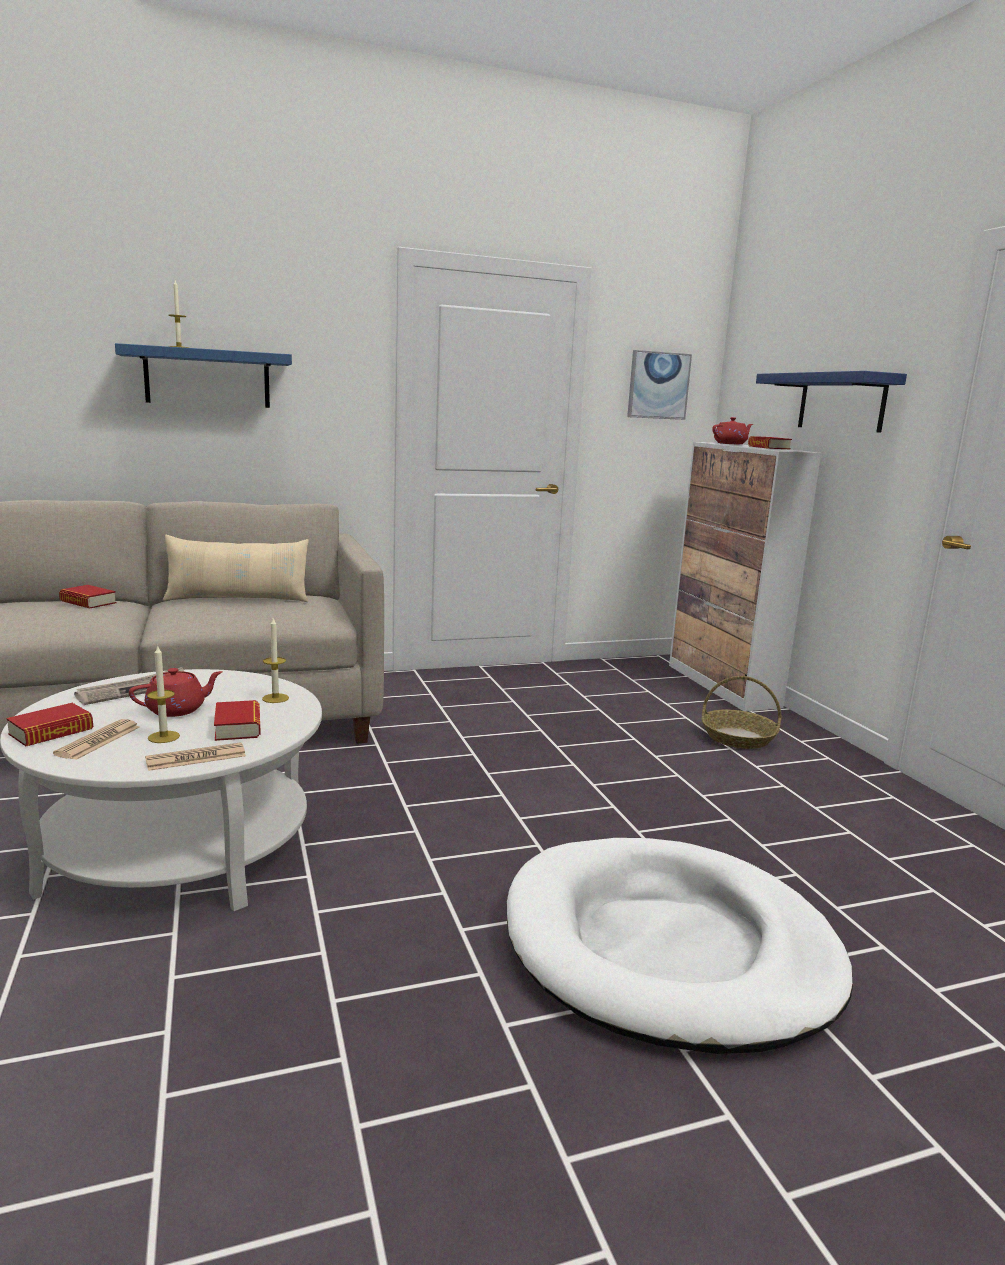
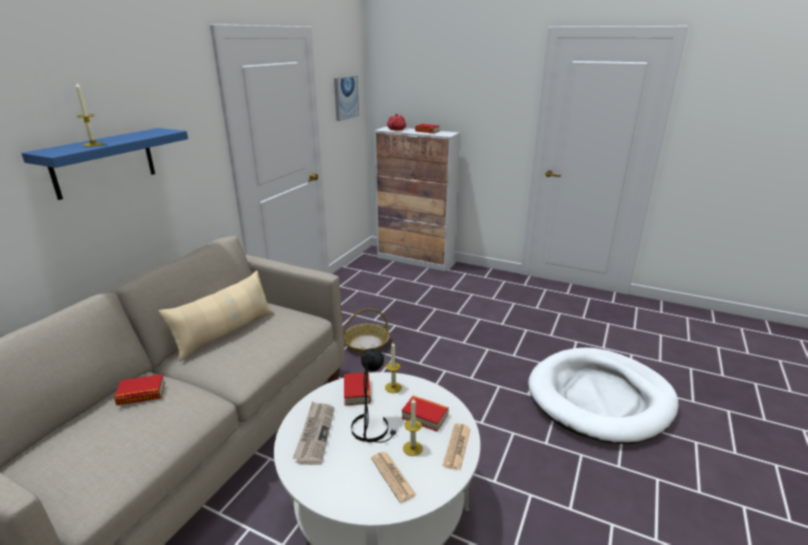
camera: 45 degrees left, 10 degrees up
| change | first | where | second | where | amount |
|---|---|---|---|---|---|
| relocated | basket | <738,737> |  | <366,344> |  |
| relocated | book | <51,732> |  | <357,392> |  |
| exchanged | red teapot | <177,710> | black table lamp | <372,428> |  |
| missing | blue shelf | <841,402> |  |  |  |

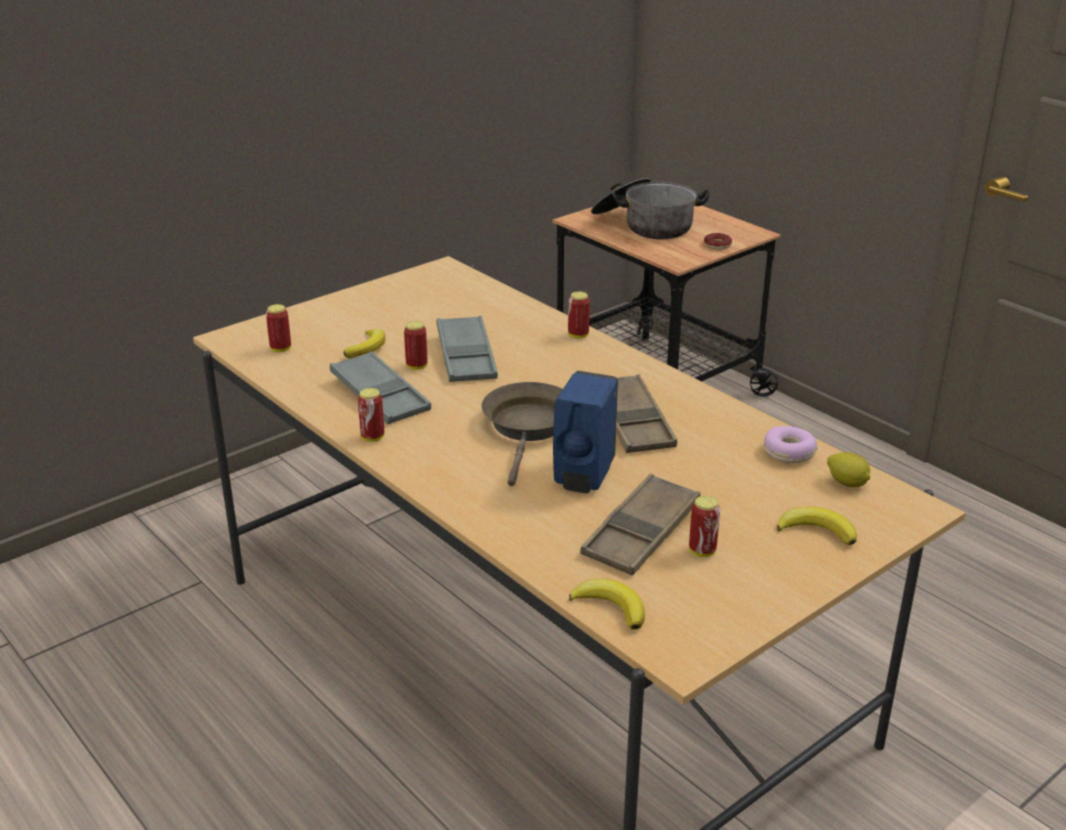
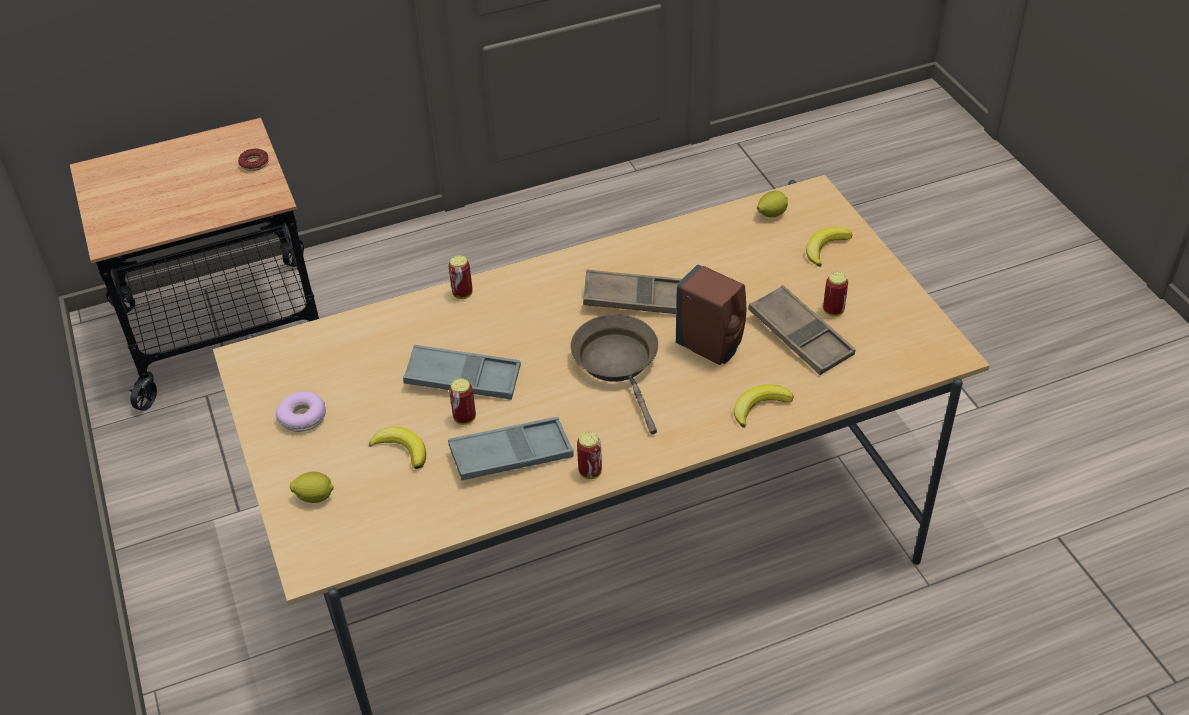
camera: 70 degrees left, 15 degrees up
| change | first | where | second | where | amount |
|---|---|---|---|---|---|
| relocated | donut | <789,453> |  | <303,417> |  |
| appeared |  |  | lemon | <315,497> |  |
| spun | brown frying pan | <528,428> |  | <618,364> | 45 degrees clockwise |
| colour | blue soap dispenser | <583,477> | brown soap dispenser | <711,349> |  |
| relocated | banana | <611,607> |  | <759,406> |  |
| missing | can | <280,349> |  |  |  |
| missing | cooking pot | <645,225> |  |  |  |

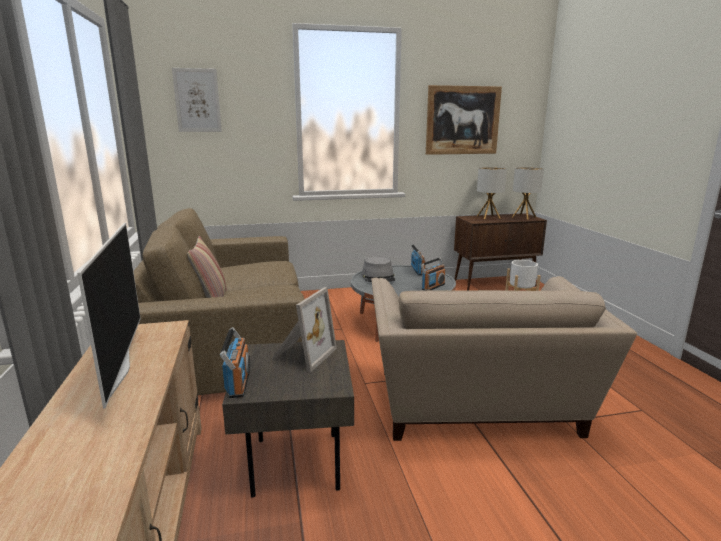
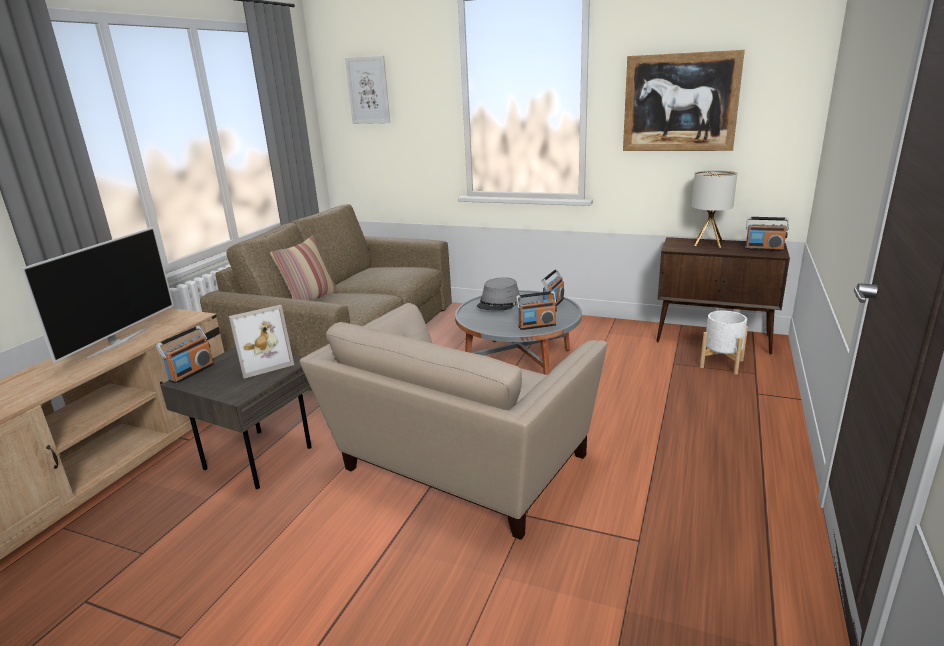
camera: 35 degrees right, 5 degrees up
| change | first | where | second | where | amount |
|---|---|---|---|---|---|
| exchanged | table lamp | <524,217> | radio | <764,249> |  |

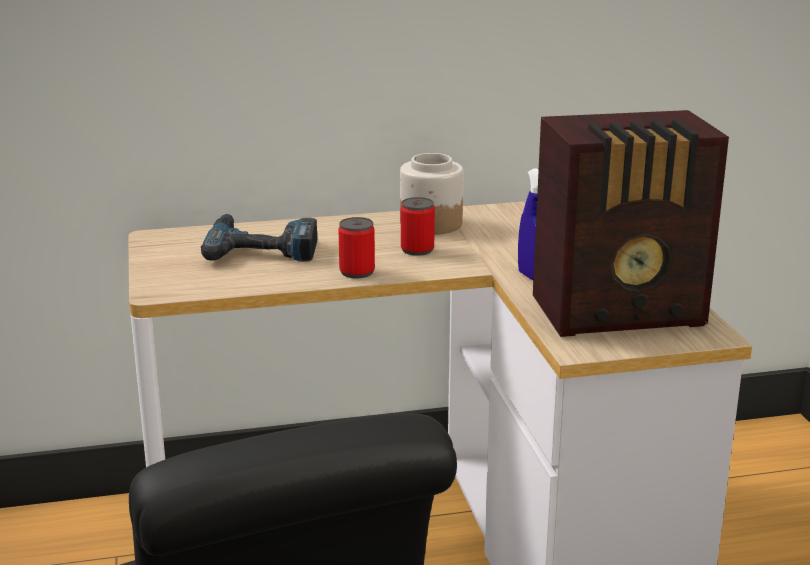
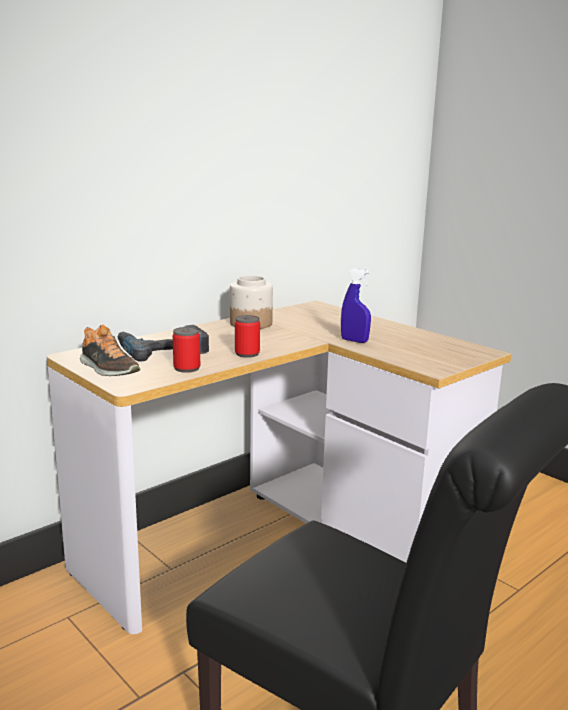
camera: 30 degrees left, 5 degrees down
| change | first | where | second | where | amount |
|---|---|---|---|---|---|
| appeared |  |  | shoe | <108,369> |  |
| relocated | can | <417,250> |  | <187,368> |  |
| missing | radio | <622,313> |  |  |  |

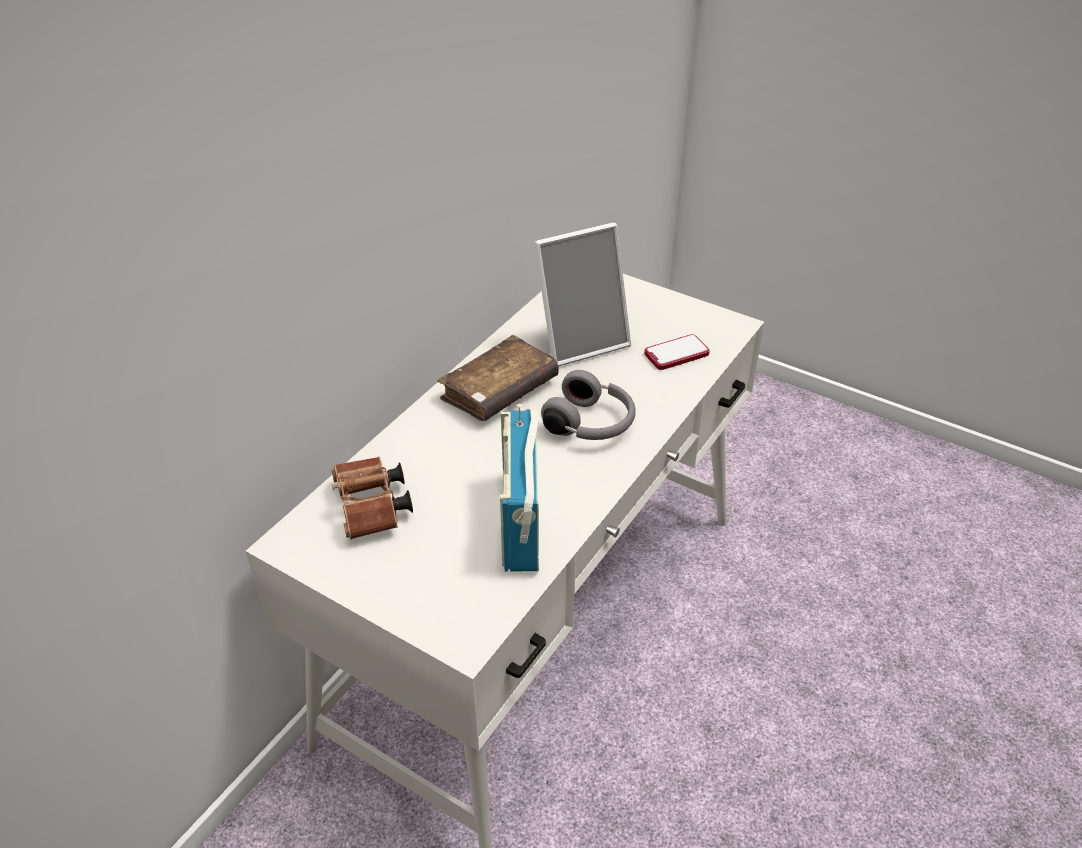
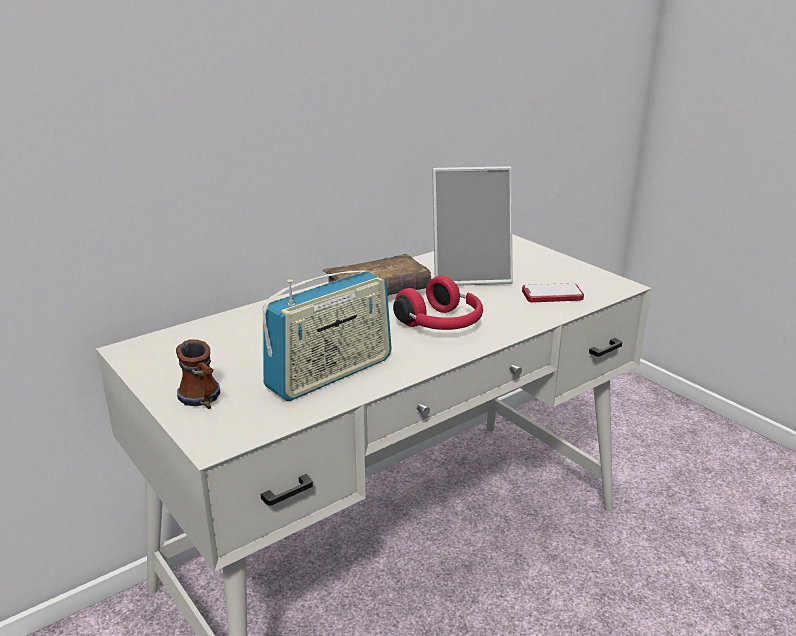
camera: 20 degrees right, 15 degrees down
| change | first | where | second | where | amount |
|---|---|---|---|---|---|
| appeared |  |  | mug | <203,401> |  |
| spun | radio | <521,522> |  | <330,374> | 150 degrees counterclockwise |
| colour | grey headphones | <591,424> | red headphones | <441,324> |  |
| missing | brown binoculars | <372,510> |  |  |  |

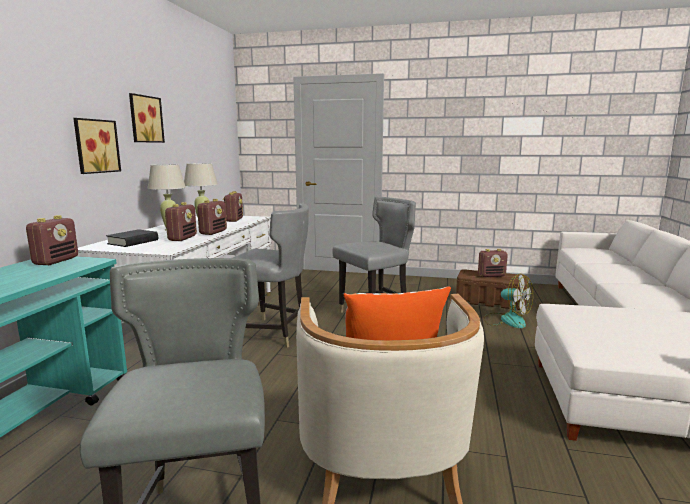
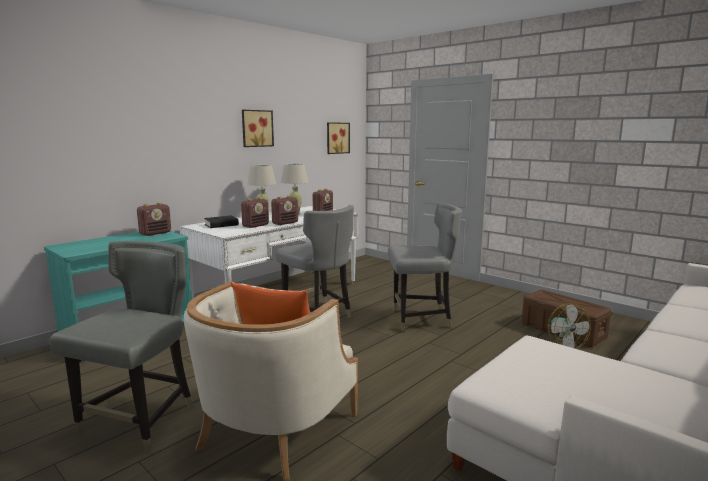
camera: 30 degrees right, 0 degrees up
| change | first | where | second | where | amount |
|---|---|---|---|---|---|
| relocated | picture | <95,146> |  | <337,138> |  |
| missing | radio | <491,275> |  |  |  |

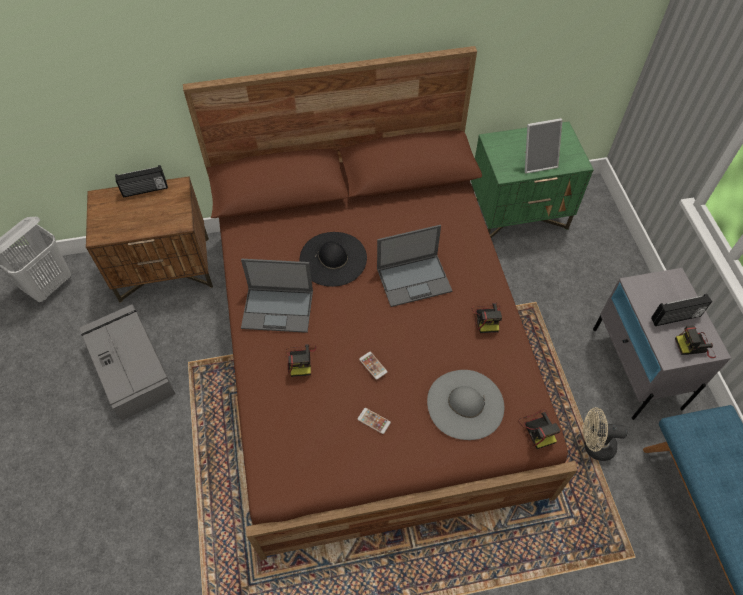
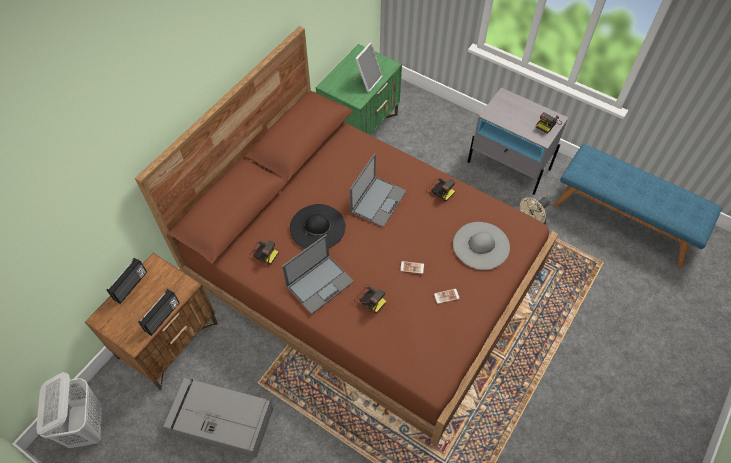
camera: 45 degrees left, 0 degrees up
| change | first | where | second | where | amount |
|---|---|---|---|---|---|
| relocated | radio | <676,318> |  | <163,317> |  |
| relocated | photo camera | <538,429> |  | <263,253> |  |

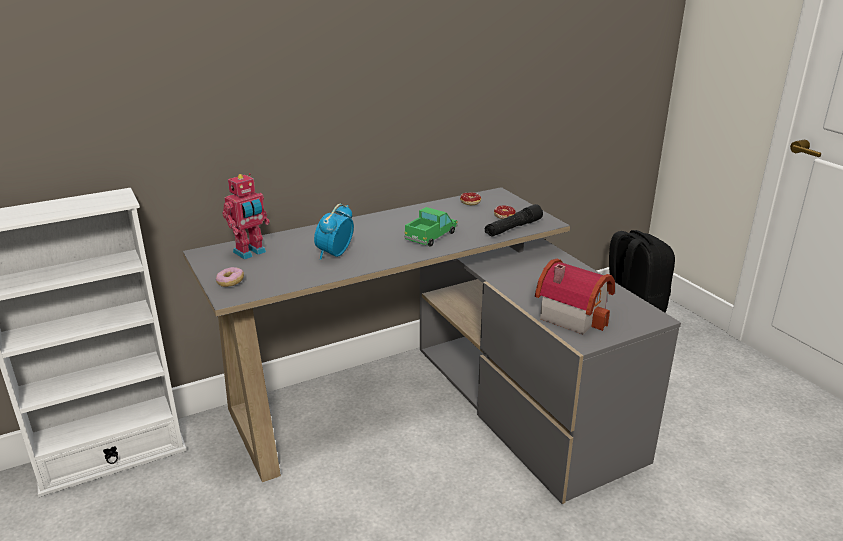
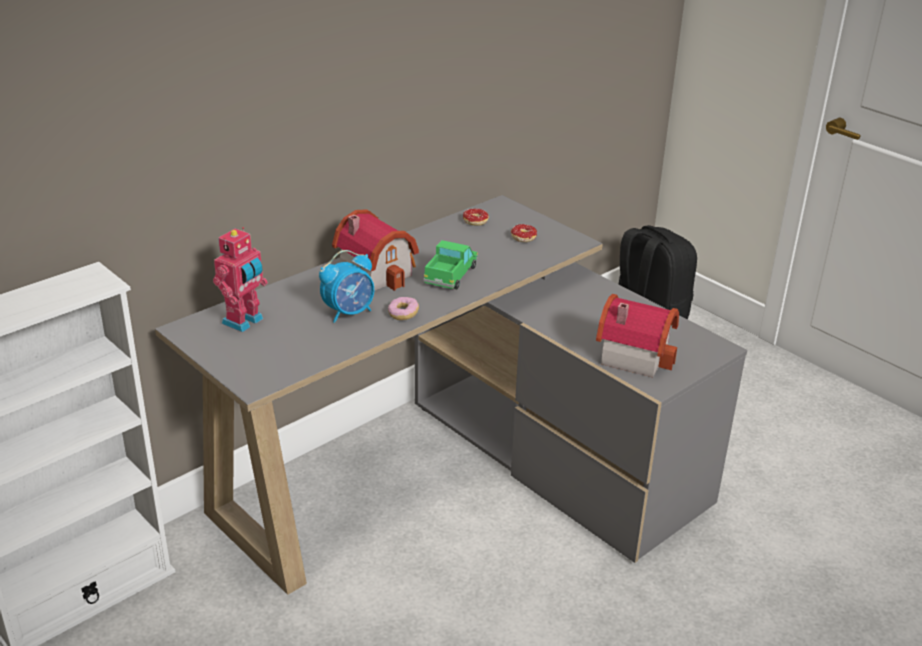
camera: 15 degrees left, 5 degrees up
| change | first | where | second | where | amount |
|---|---|---|---|---|---|
| spun | alarm clock | <334,254> |  | <349,312> | 135 degrees counterclockwise |
| appeared |  |  | toy house | <378,271> |  |
| relocated | donut | <230,282> |  | <403,314> |  |
| missing | black flashlight | <513,228> |  |  |  |

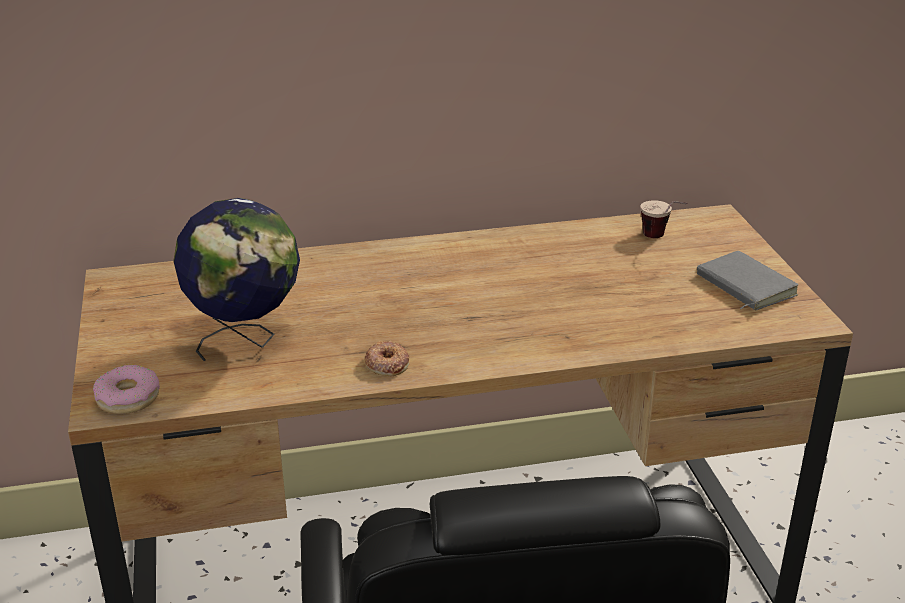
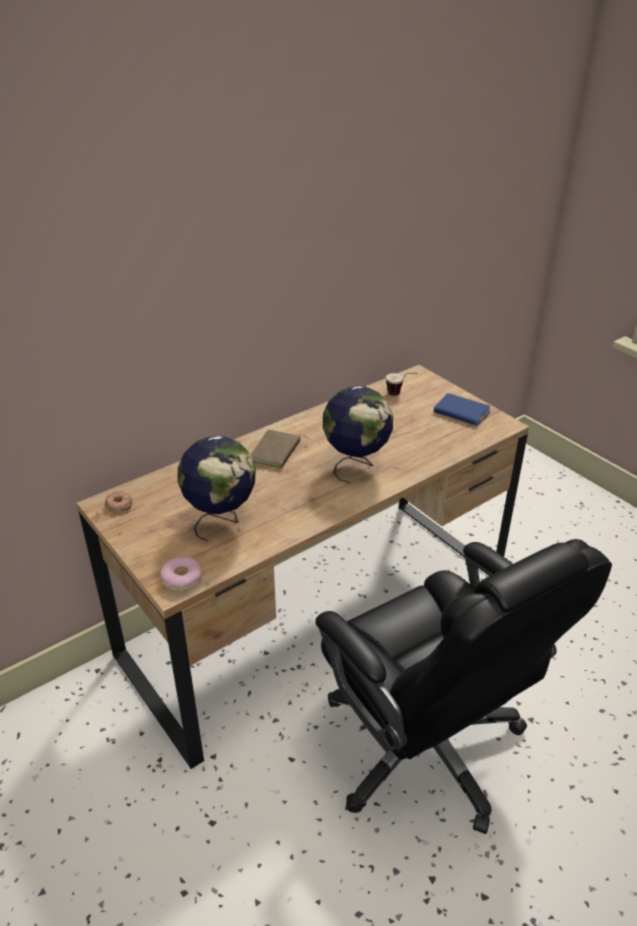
camera: 25 degrees left, 5 degrees up
| change | first | where | second | where | amount |
|---|---|---|---|---|---|
| relocated | donut | <386,364> |  | <118,505> |  |
| appeared |  |  | brown book | <277,452> |  |
| appeared |  |  | globe | <356,465> |  |
| colour | grey book | <743,286> | blue book | <460,413> |  |

